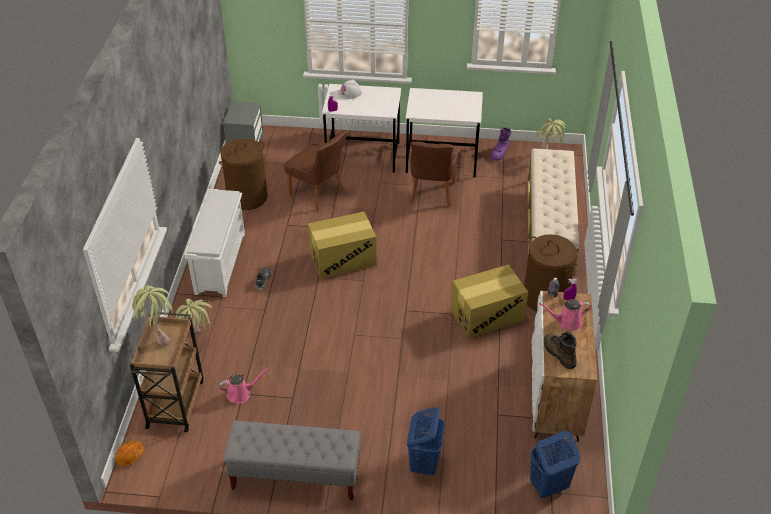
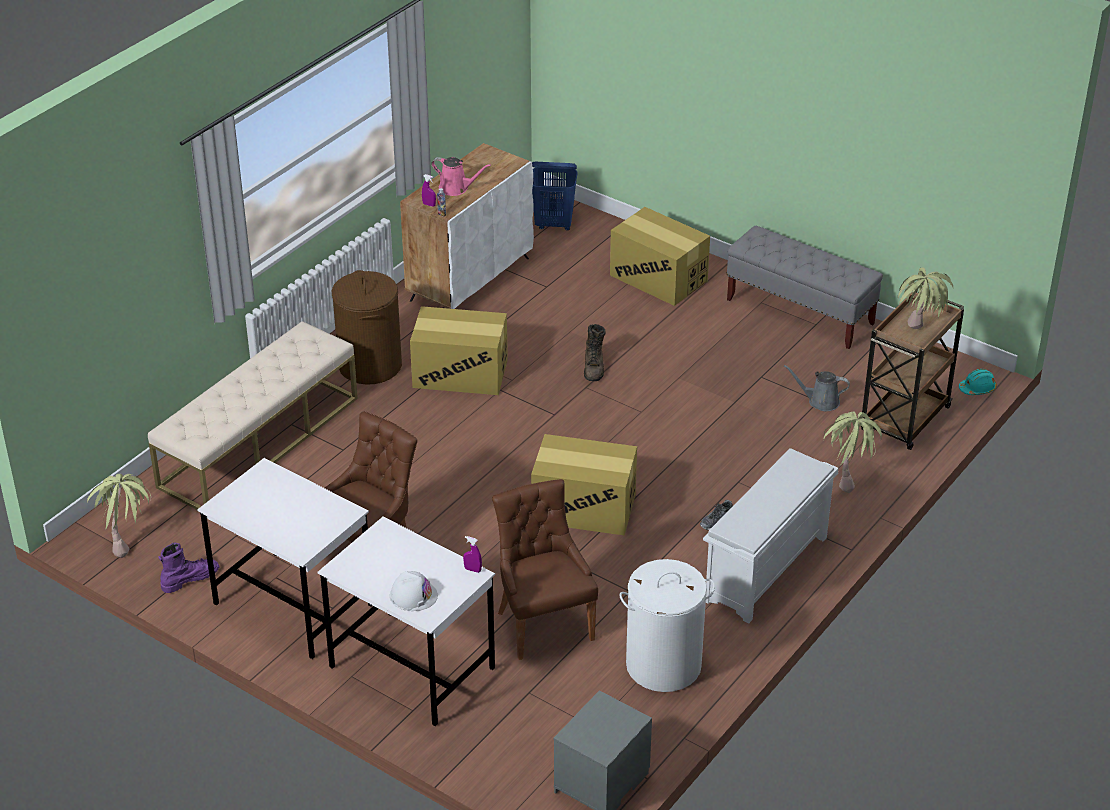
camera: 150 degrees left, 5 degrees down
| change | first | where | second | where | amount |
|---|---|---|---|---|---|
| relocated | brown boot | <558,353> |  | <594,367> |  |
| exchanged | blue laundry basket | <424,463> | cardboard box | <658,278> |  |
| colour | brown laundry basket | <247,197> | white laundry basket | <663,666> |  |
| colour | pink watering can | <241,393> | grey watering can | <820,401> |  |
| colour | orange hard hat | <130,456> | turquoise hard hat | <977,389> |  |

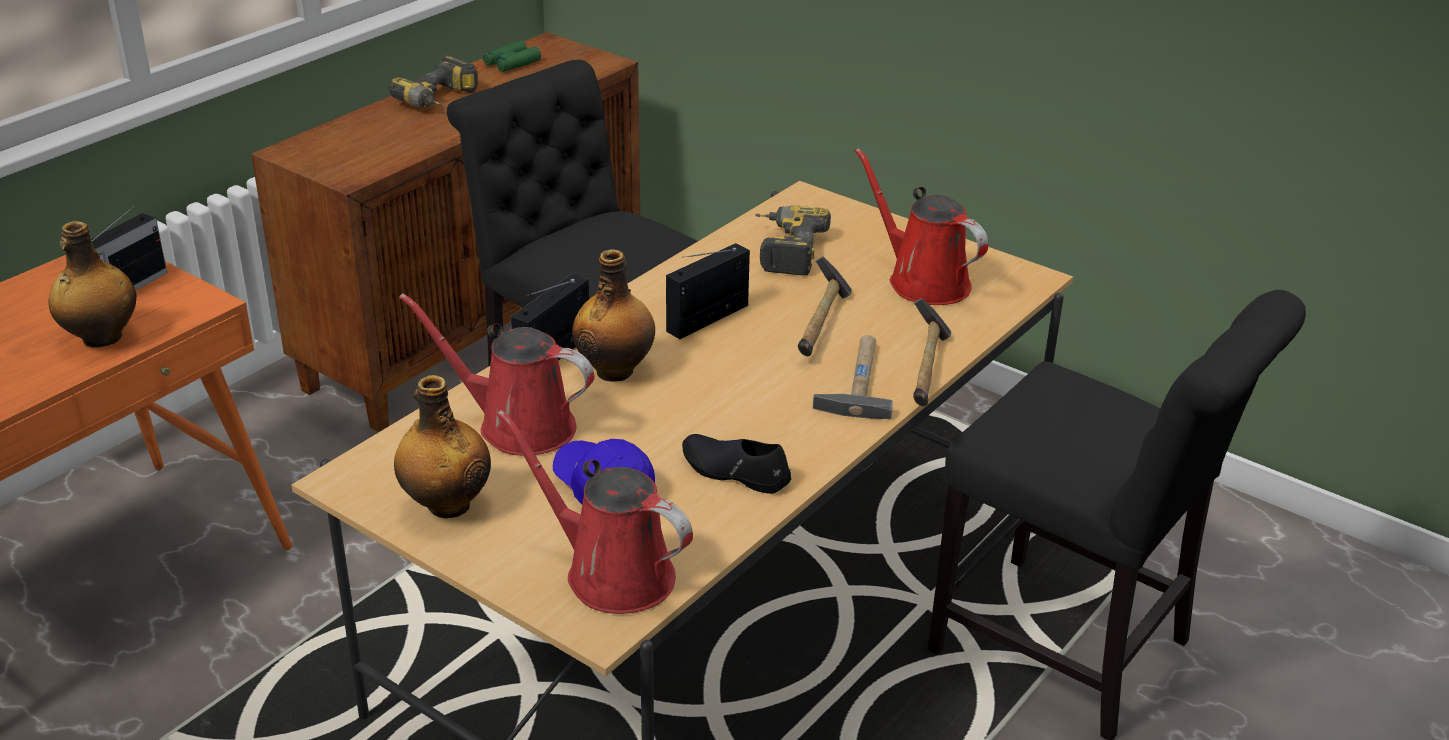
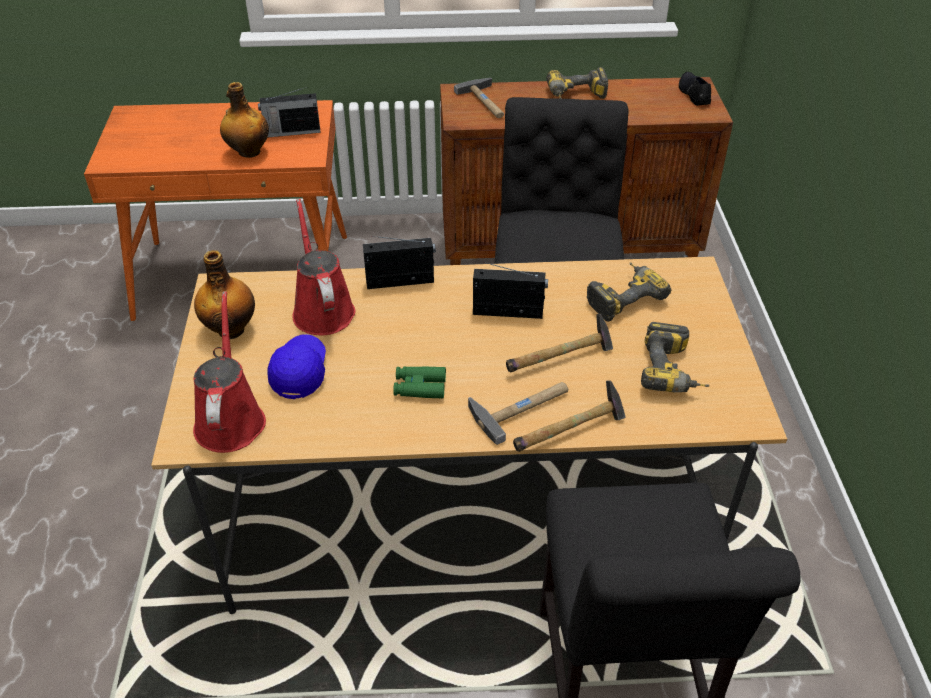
camera: 50 degrees right, 10 degrees up
| change | first | where | second | where | amount |
|---|---|---|---|---|---|
| relocated | green binoculars | <511,63> |  | <420,387> |  |
| appeared |  |  | hammer | <486,102> |  |
| exchanged | red watering can | <922,281> | power drill | <673,372> |  |
| relocated | black shoe | <734,471> |  | <693,93> |  |
| missing | bottle | <615,370> |  |  |  |

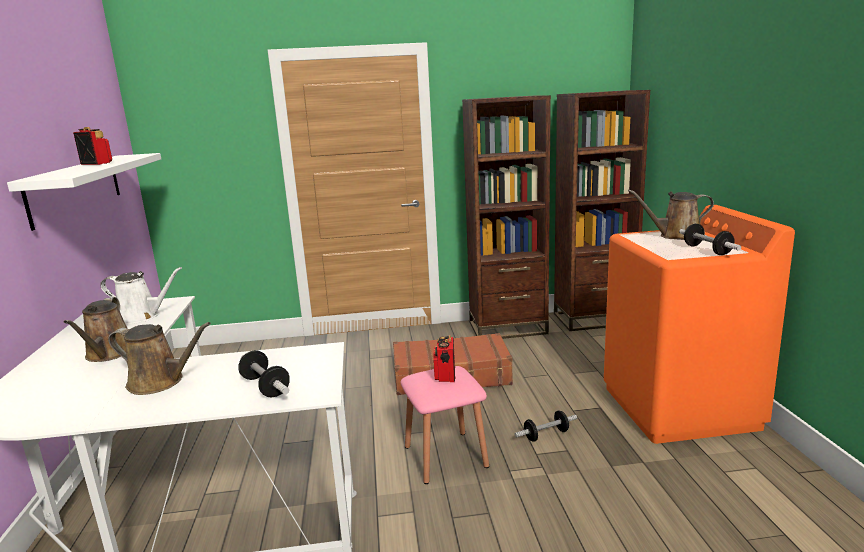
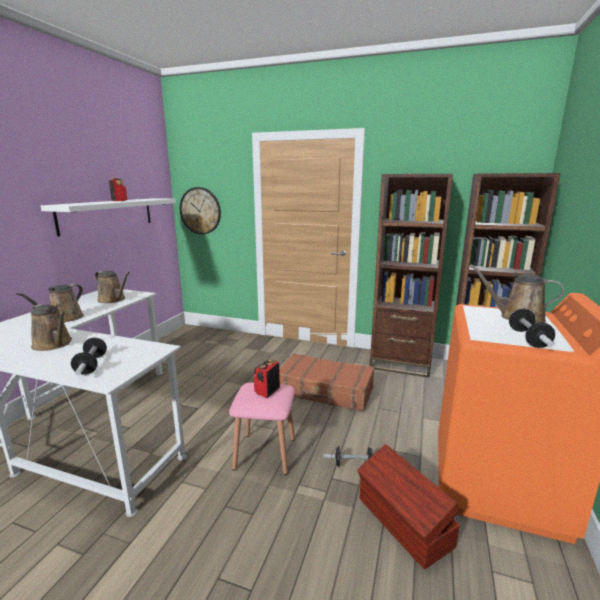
camera: 25 degrees right, 0 degrees up
| change | first | where | second | where | amount |
|---|---|---|---|---|---|
| colour | white watering can | <142,316> | brown watering can | <113,300> |  |
| appeared |  |  | wall clock | <200,211> |  |
| appeared |  |  | brown storage box | <403,523> |  |

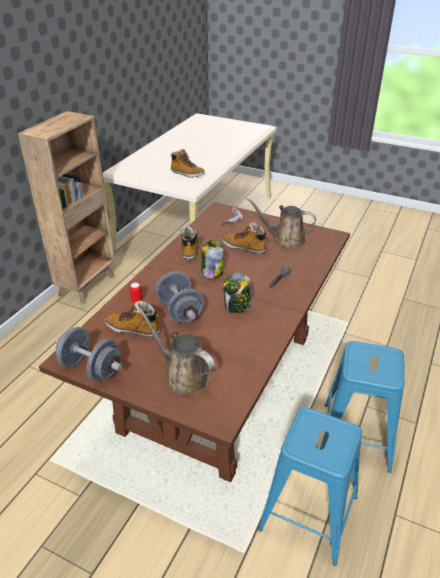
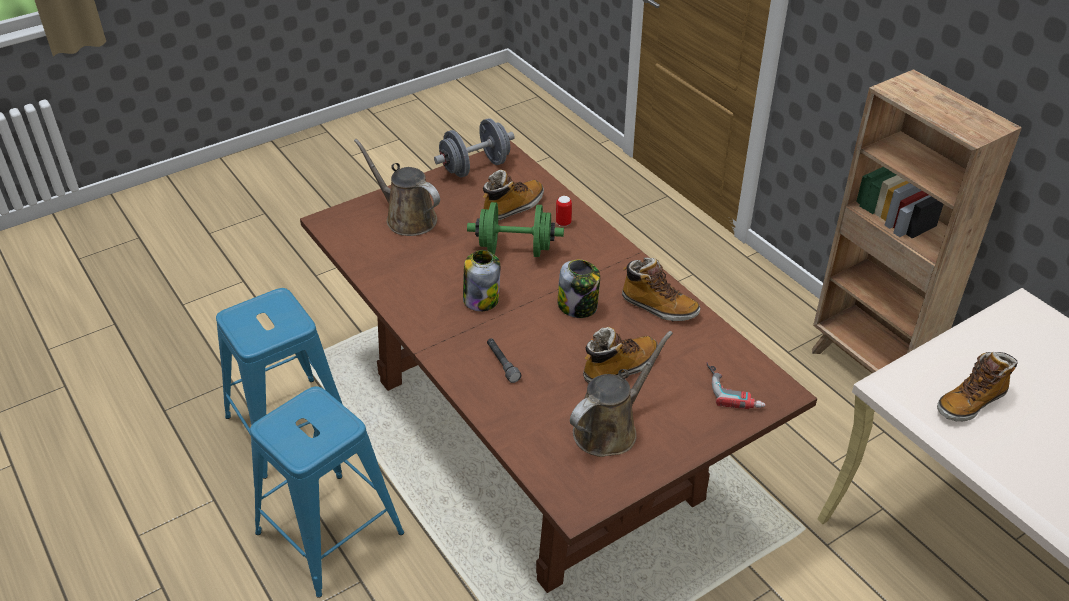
camera: 120 degrees right, 5 degrees up
| change | first | where | second | where | amount |
|---|---|---|---|---|---|
| spun | brown watering can | <183,376> |  | <407,218> | 120 degrees counterclockwise |
| colour | grey dumbbell | <180,311> | green dumbbell | <515,250> |  |

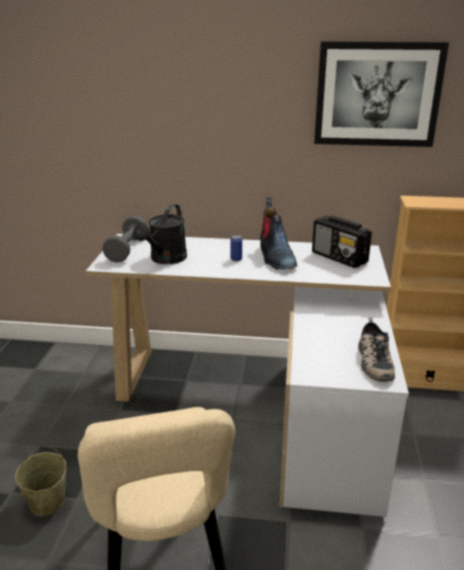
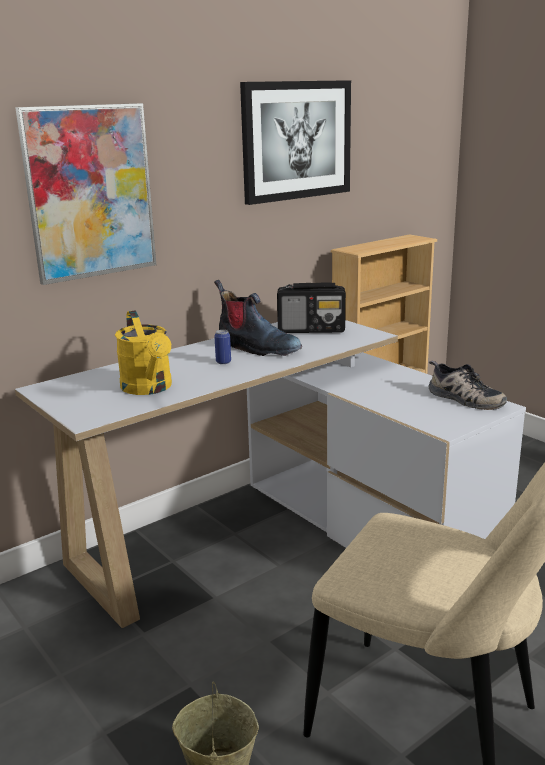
camera: 45 degrees left, 5 degrees down
| change | first | where | second | where | amount |
|---|---|---|---|---|---|
| appeared |  |  | picture | <90,192> |  |
| colour | black watering can | <165,260> | yellow watering can | <149,389> |  |
| missing | grey dumbbell | <127,249> |  |  |  |

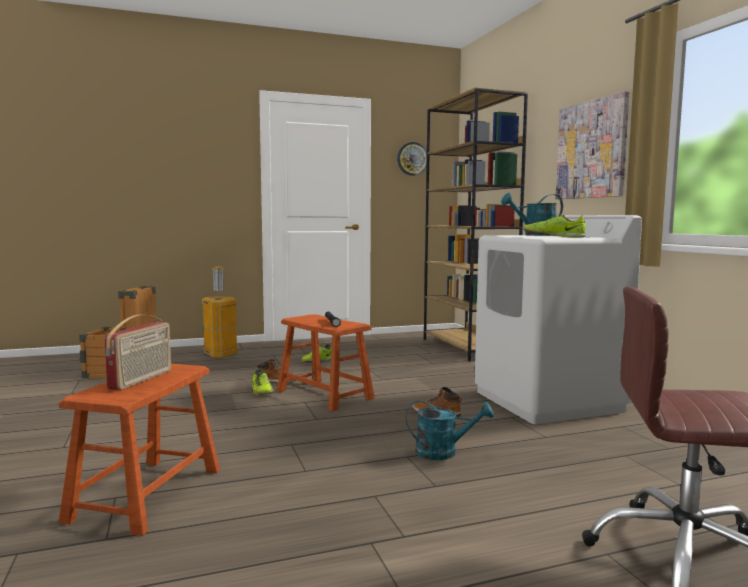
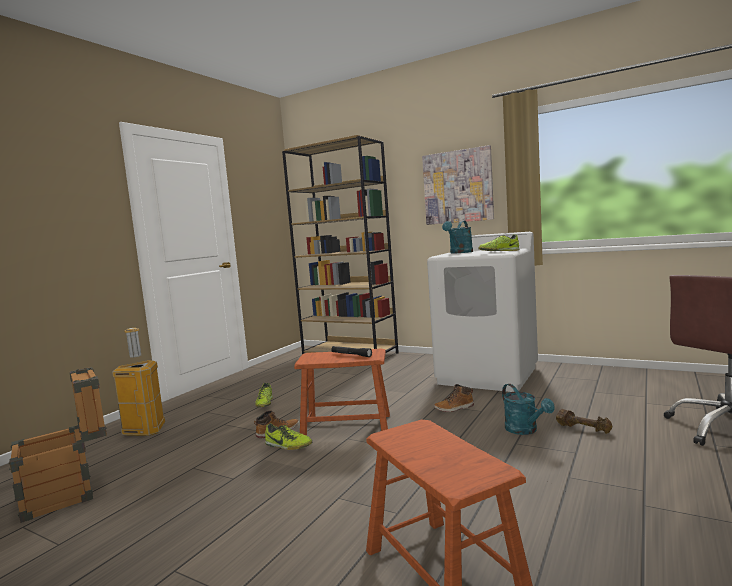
camera: 40 degrees left, 0 degrees up
| change | first | where | second | where | amount |
|---|---|---|---|---|---|
| spun | turquoise watering can | <444,452> |  | <525,430> | 105 degrees clockwise |
| appeared |  |  | brown dumbbell | <584,429> |  |
| missing | radio | <142,379> |  |  |  |
| missing | wall clock | <412,159> |  |  |  |

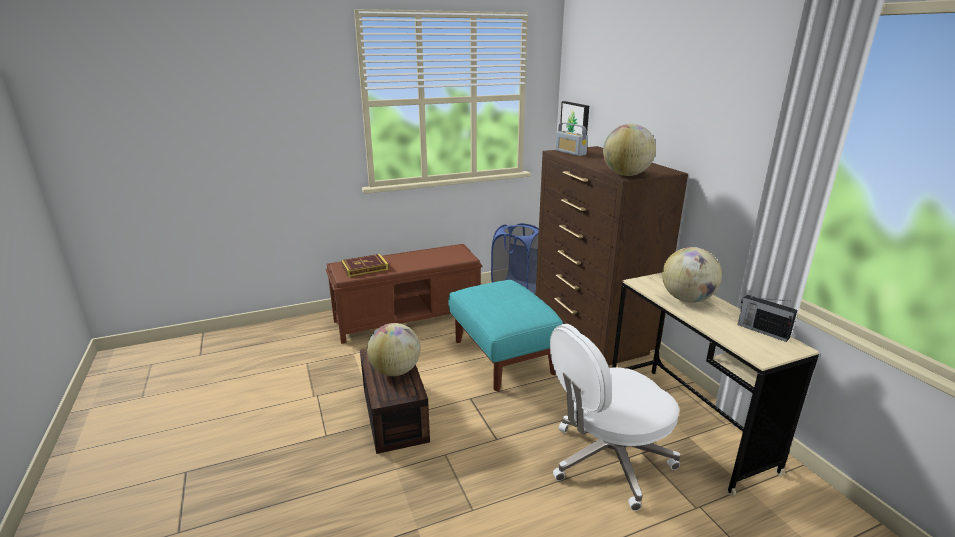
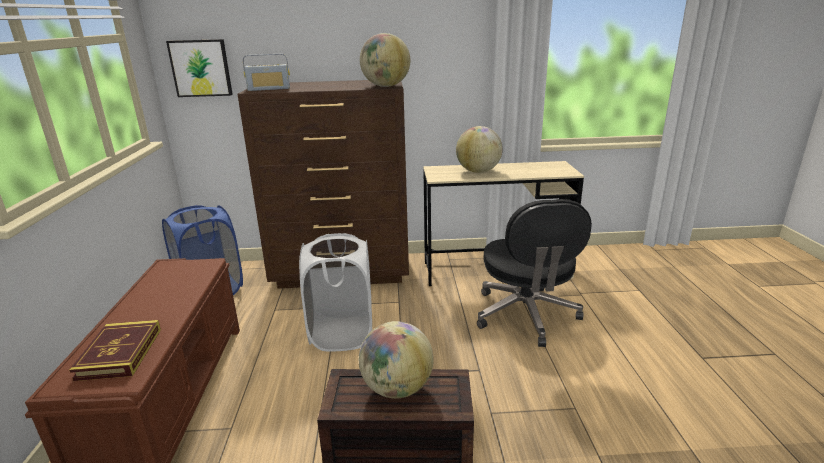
camera: 70 degrees left, 0 degrees up
| change | first | where | second | where | amount |
|---|---|---|---|---|---|
| exchanged | turquoise ottoman | <502,357> | white laundry basket | <342,334> |  |
| colour | white office chair | <607,460> | black office chair | <526,315> |  |
| missing | radio | <762,331> |  |  |  |

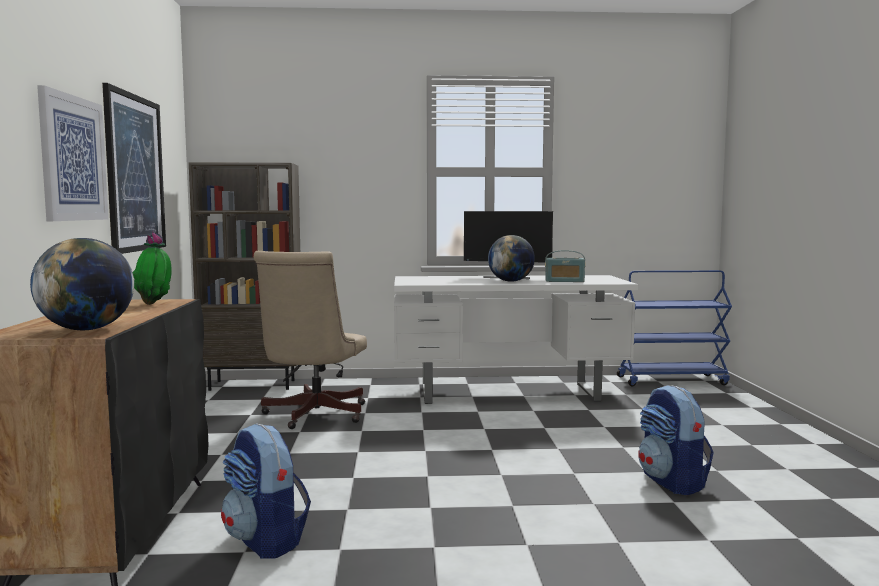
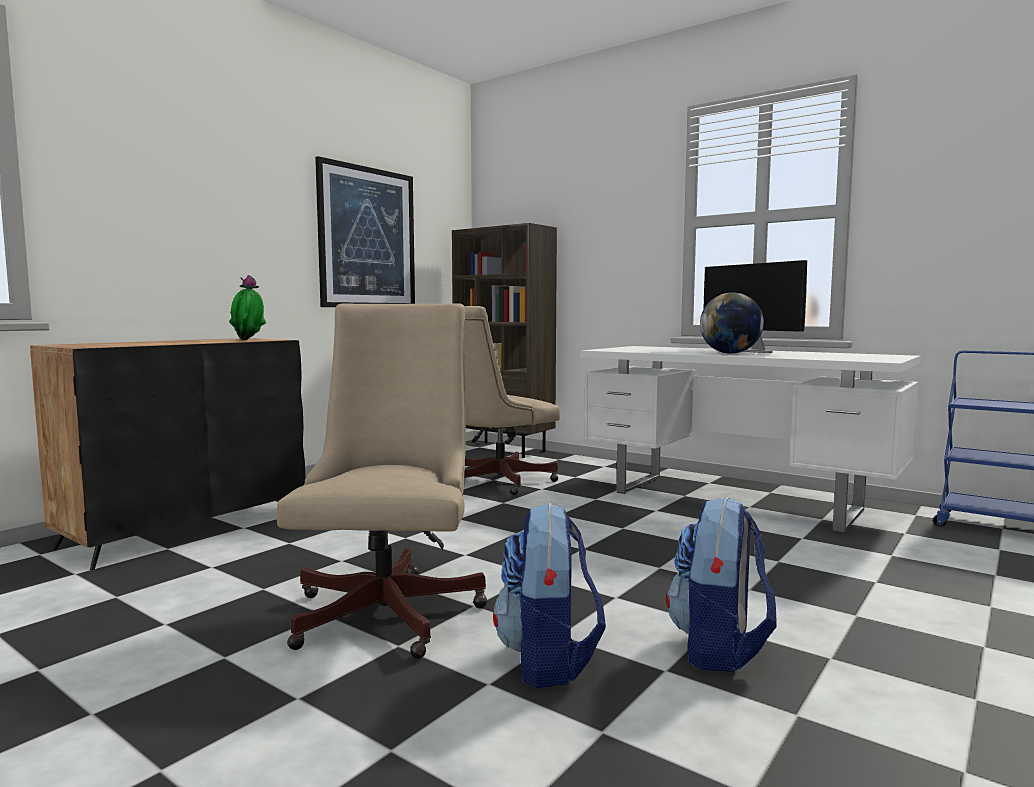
camera: 40 degrees right, 0 degrees up
| change | first | where | second | where | amount |
|---|---|---|---|---|---|
| appeared |  |  | beige office chair | <391,608> |  |
| relocated | backpack | <266,541> |  | <548,660> |  |
| missing | globe | <86,329> |  |  |  |
| missing | picture | <73,158> |  |  |  |
| missing | radio | <564,281> |  |  |  |

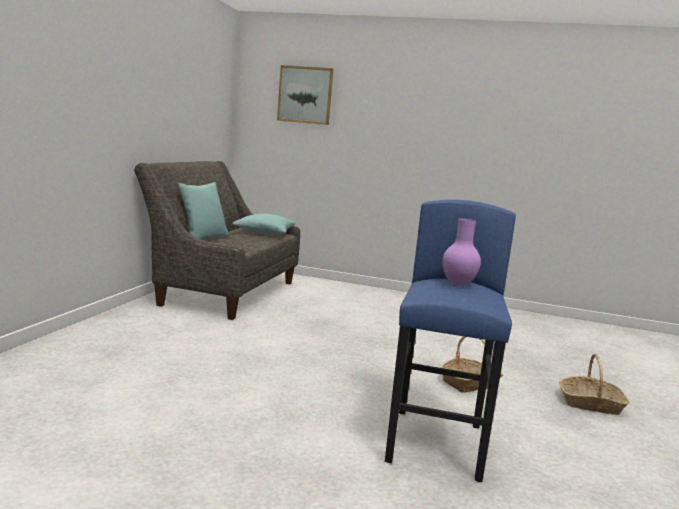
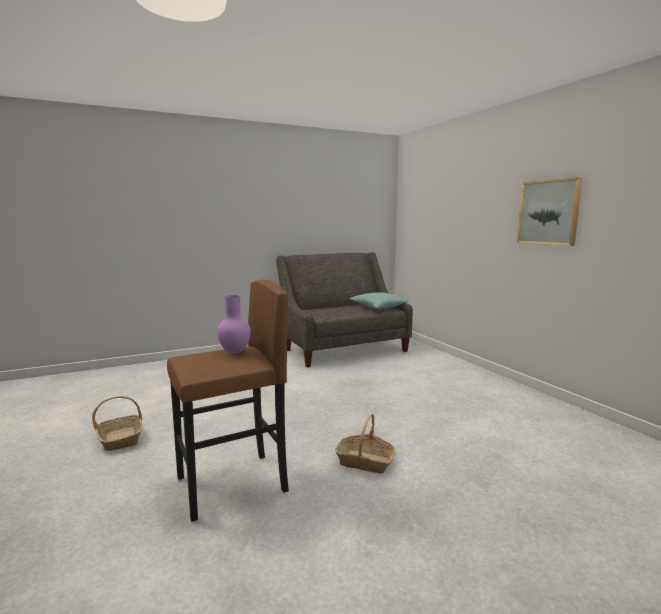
camera: 50 degrees right, 0 degrees up
| change | first | where | second | where | amount |
|---|---|---|---|---|---|
| relocated | basket | <590,404> |  | <121,438> |  |
| colour | blue stool | <437,443> | brown stool | <232,485> |  |
| relocated | picture | <305,95> |  | <548,212> |  |
| missing | turquoise pillow | <203,239> |  |  |  |

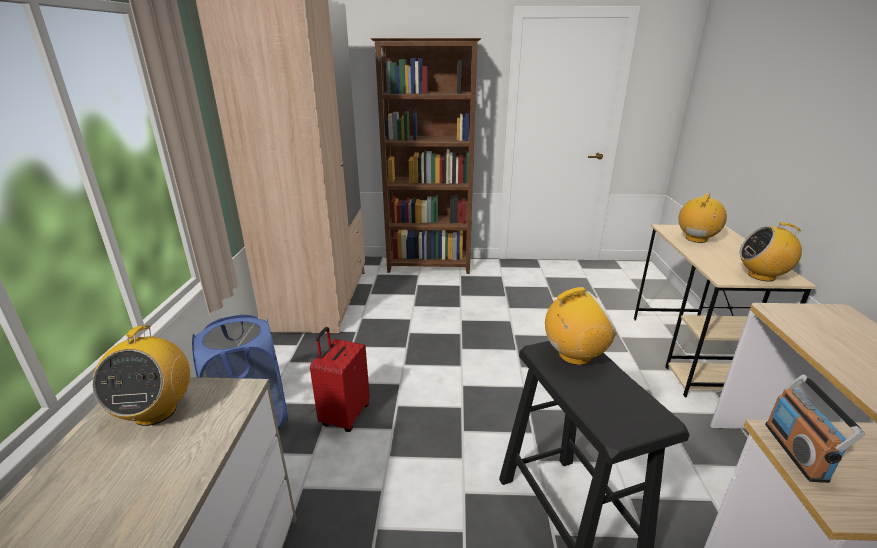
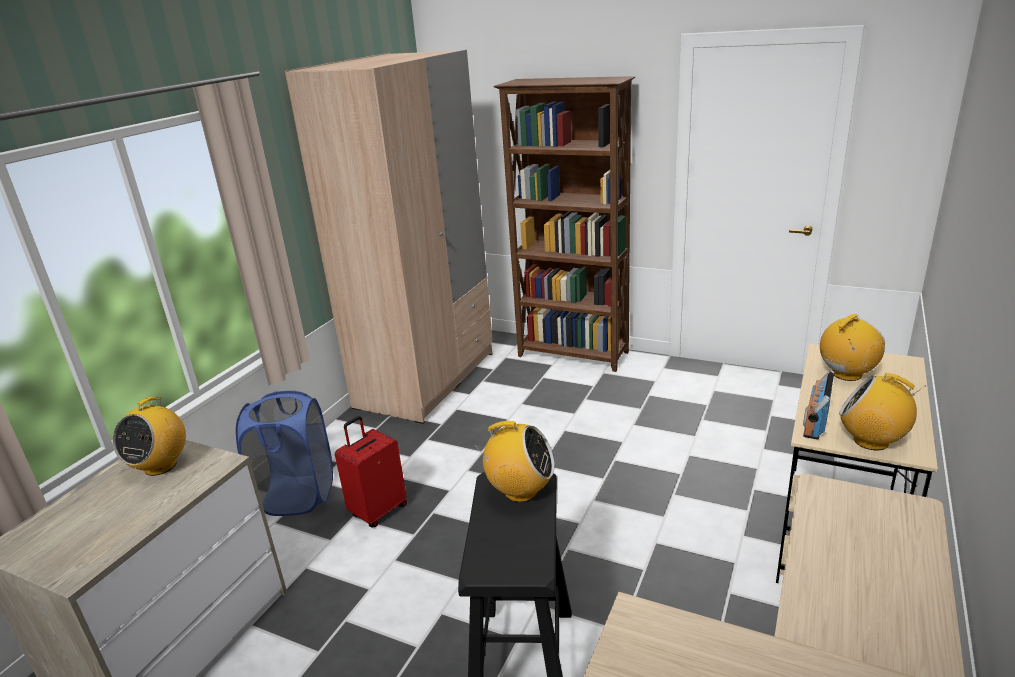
camera: 25 degrees right, 0 degrees up
| change | first | where | second | where | amount |
|---|---|---|---|---|---|
| relocated | radio | <796,451> |  | <814,424> |  |

